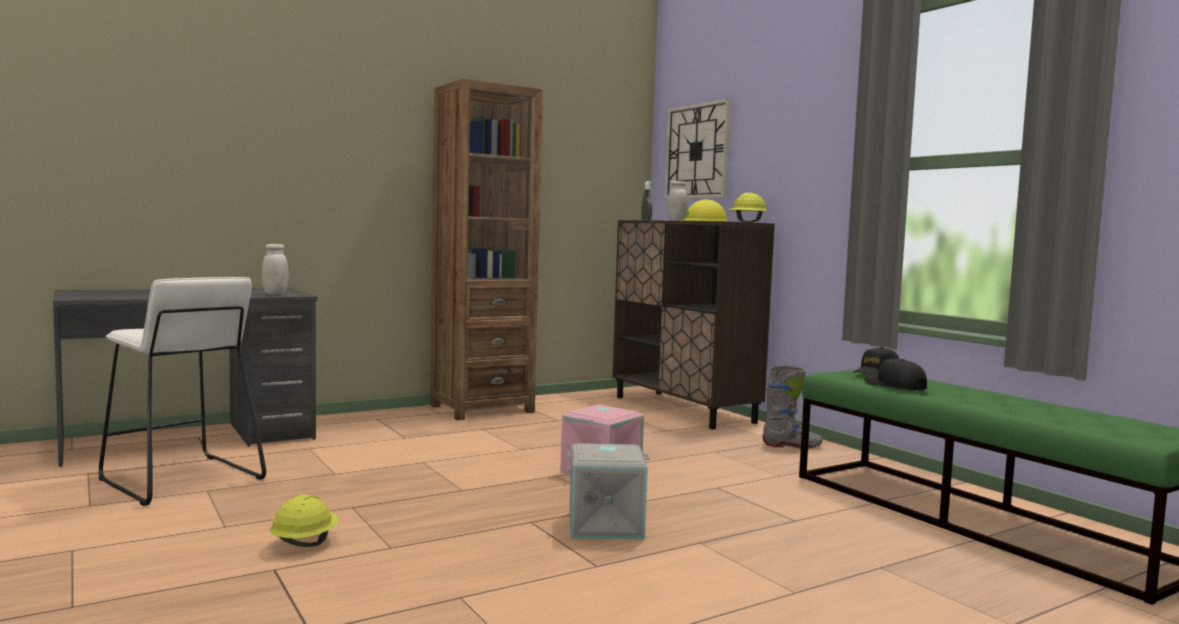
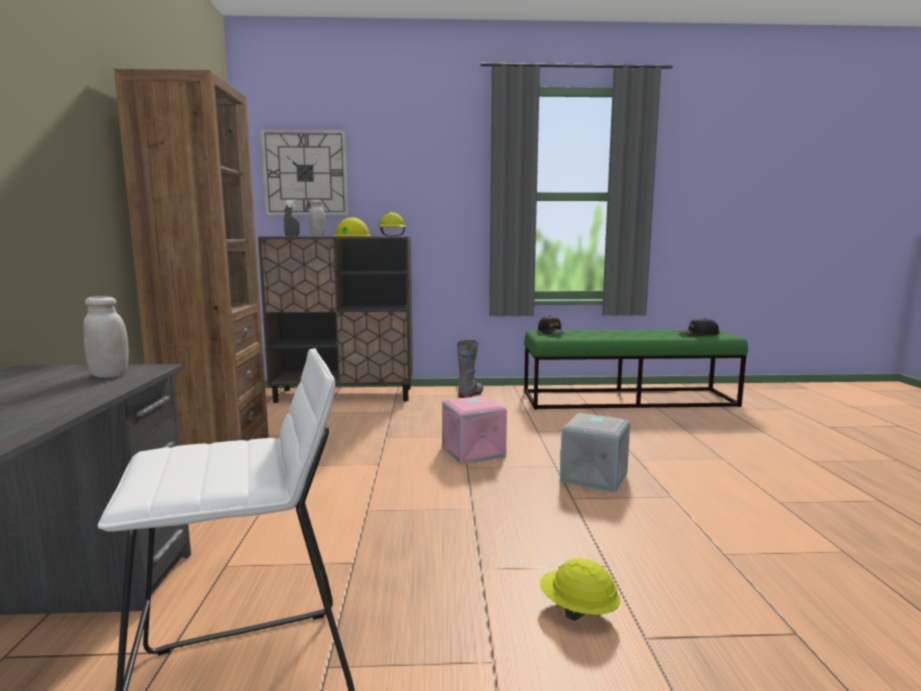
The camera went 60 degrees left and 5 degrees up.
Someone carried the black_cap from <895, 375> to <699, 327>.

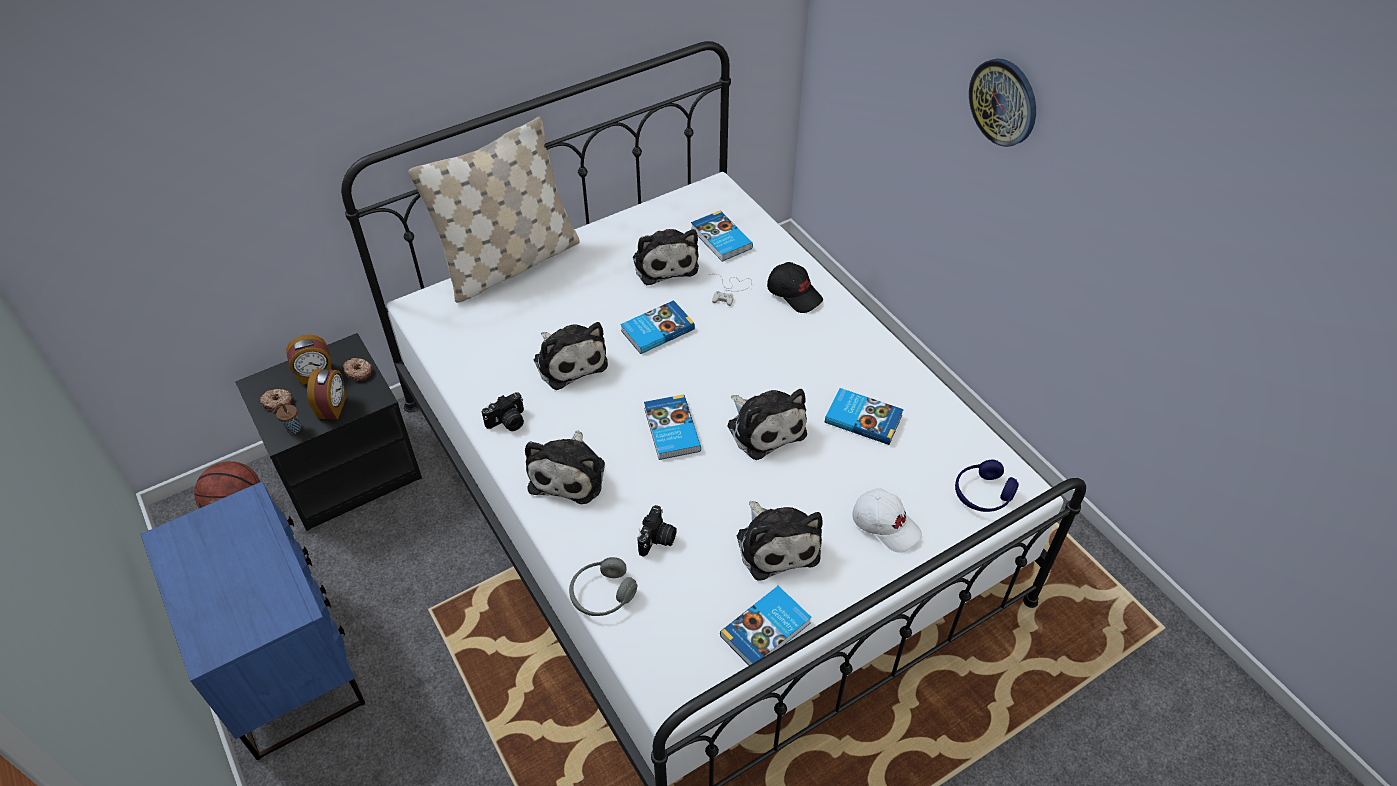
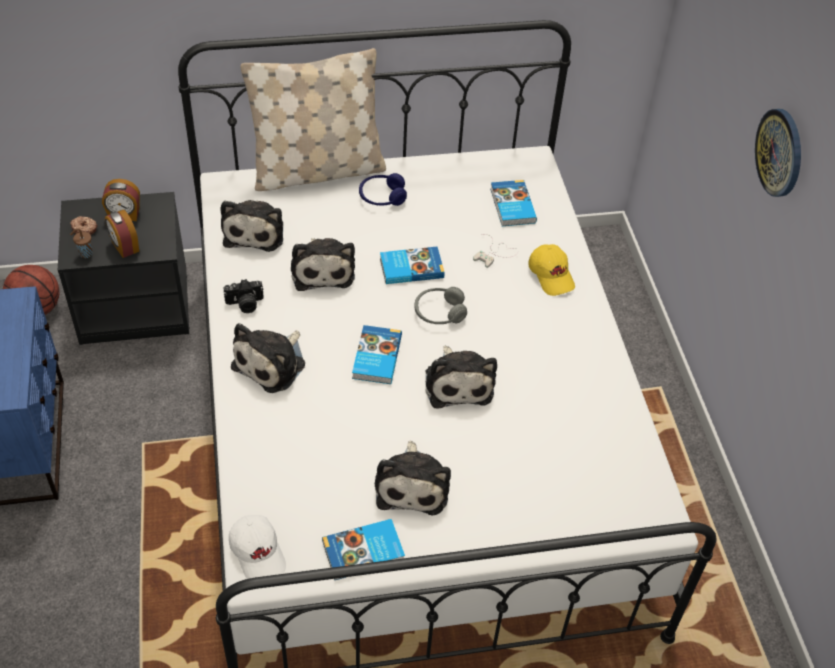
The camera went 20 degrees right and 0 degrees up.
Someone took away the donut at <358, 369>.
Someone took away the photo_camera at <657, 531>.
Someone took away the book at <864, 416>.
Someone carried the grey_headphones from <603, 586> to <440, 305>.
Someone carried the plush_toy from <666, 257> to <251, 226>.
Someone carried the white_cap from <887, 520> to <257, 547>.
Someone carried the blue_headphones from <987, 486> to <383, 189>.
Someone repainted the black_cap at <795, 287>, which became the yellow_cap at <551, 270>.
Someone rotated the alarm_clock at <327, 394> by 120 degrees clockwise.

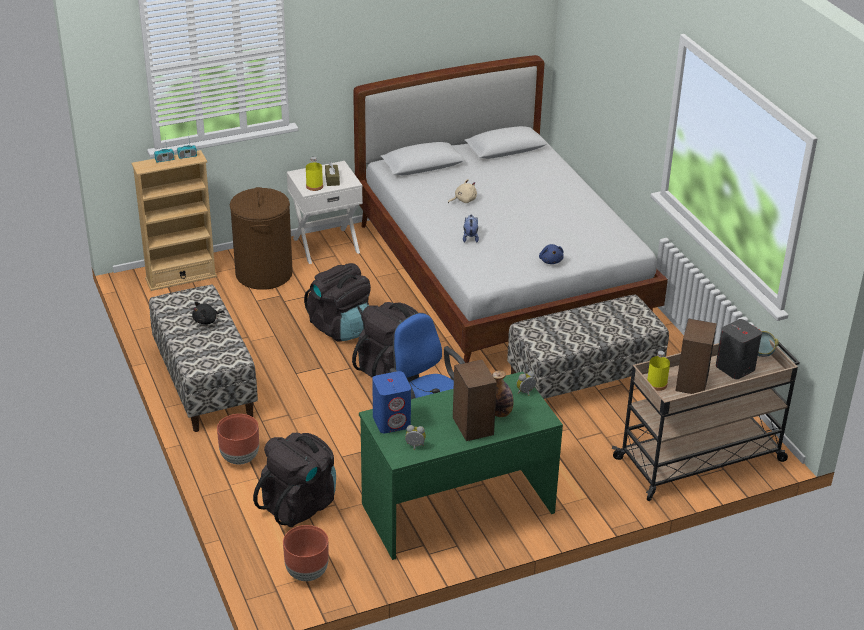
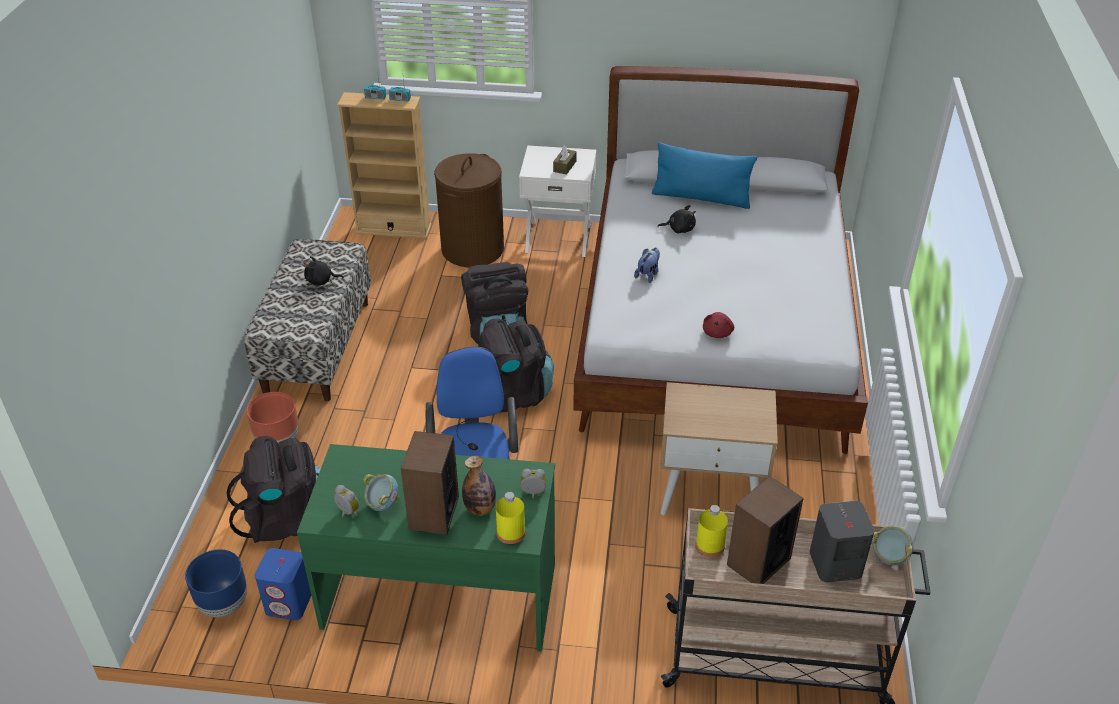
The camera went 30 degrees right and 5 degrees up.
Someone put down the bowl at <381, 492>.
Someone put down the blue_pillow at <704, 175>.
Someone carried the yellow_bottle from <314, 174> to <511, 518>.
Someone carried the blue_speaker from <391, 402> to <283, 584>.
Someone swapped the bench at <588, 347> for the beige_nightstand at <719, 448>.
Someone repainted the brown_planter at <306, 553>, which became the blue_planter at <216, 583>.
Someone repainted the beige_plush_toy at <462, 191>, which became the black_plush_toy at <676, 219>.
Someone repainted the blue_plush_toy at <551, 254>, which became the red_plush_toy at <718, 325>.

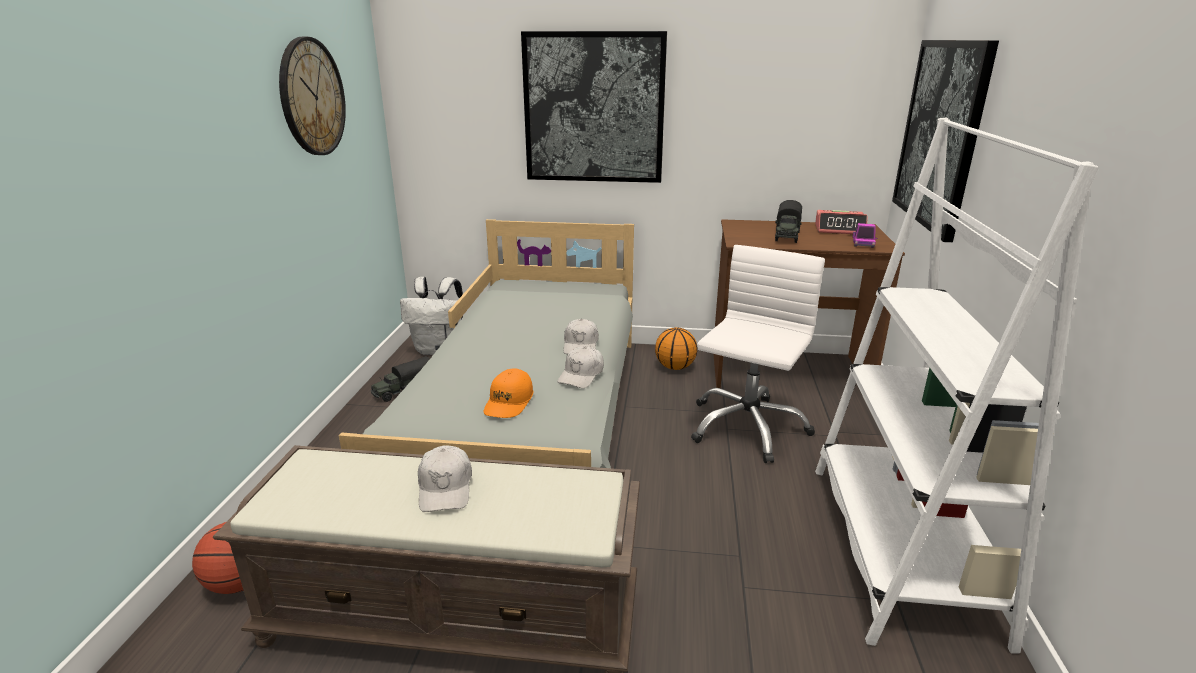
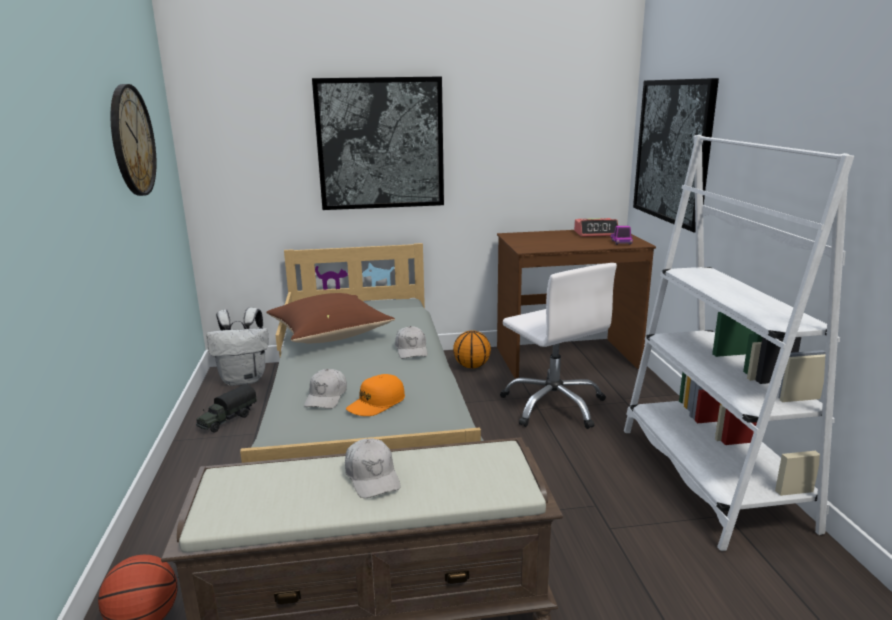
The camera went 15 degrees left and 5 degrees down.
Someone took away the toy_truck at <788, 221>.
Someone put down the brown_pillow at <330, 318>.
Someone carried the white_cap from <580, 367> to <325, 389>.
Someone rotated the orange_cap at <508, 393> by 45 degrees clockwise.
Someone rotated the white_office_chair at <758, 354> by 135 degrees clockwise.

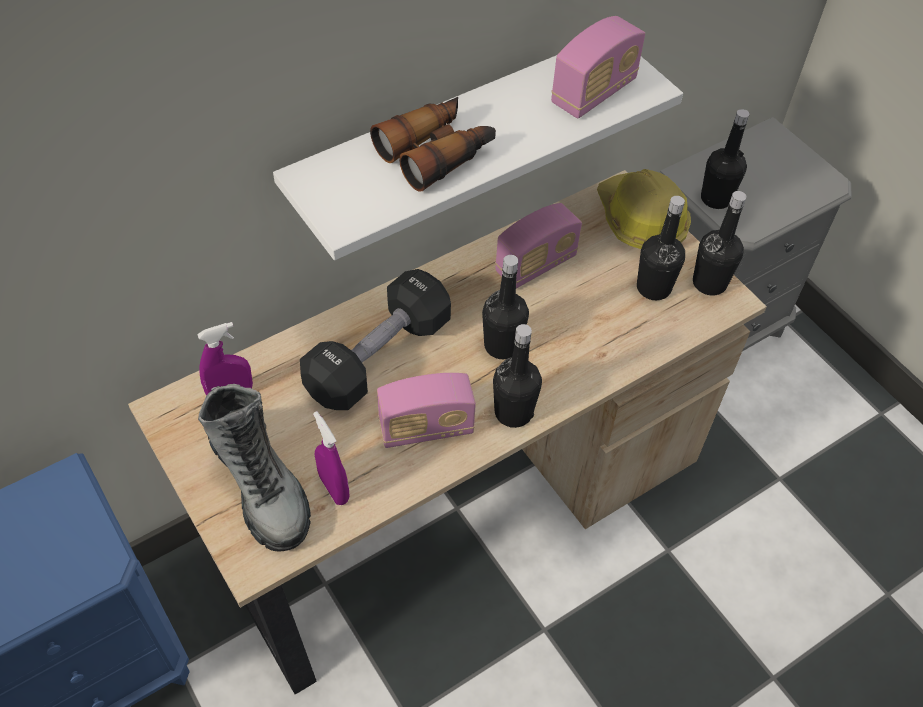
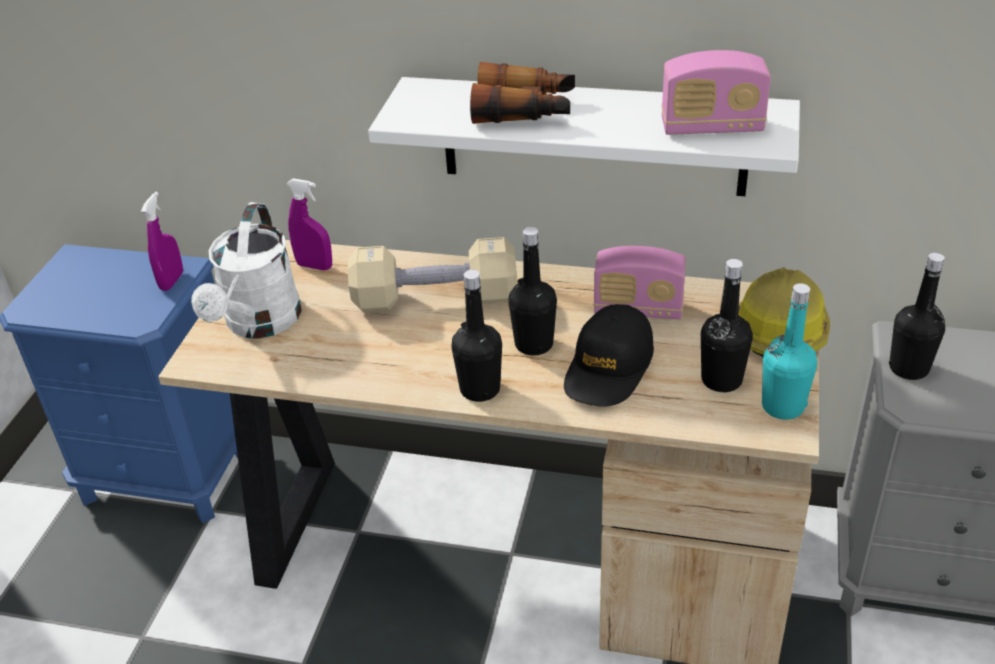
The camera went 50 degrees right and 15 degrees down.
Someone took away the radio at <426, 410>.
Someone put down the black_cap at <609, 355>.
Someone carried the purple_spray_bottle from <331, 458> to <162, 241>.
Someone swapped the boot at <254, 468> for the white_watering_can at <246, 270>.
Someone repainted the black_dumbbell at <375, 339>, which became the beige_dumbbell at <432, 274>.
Someone repainted the black_bottle at <719, 243>, which became the turquoise_bottle at <789, 351>.

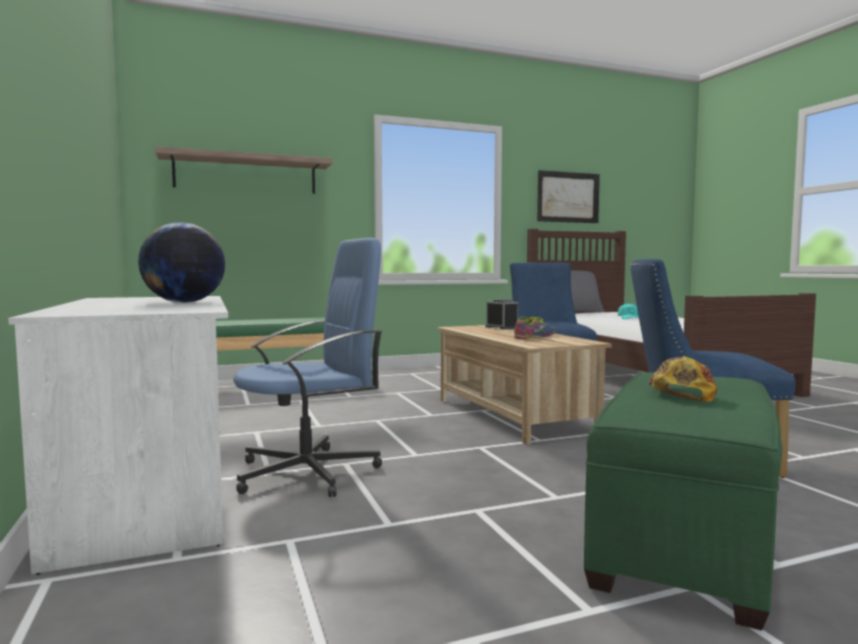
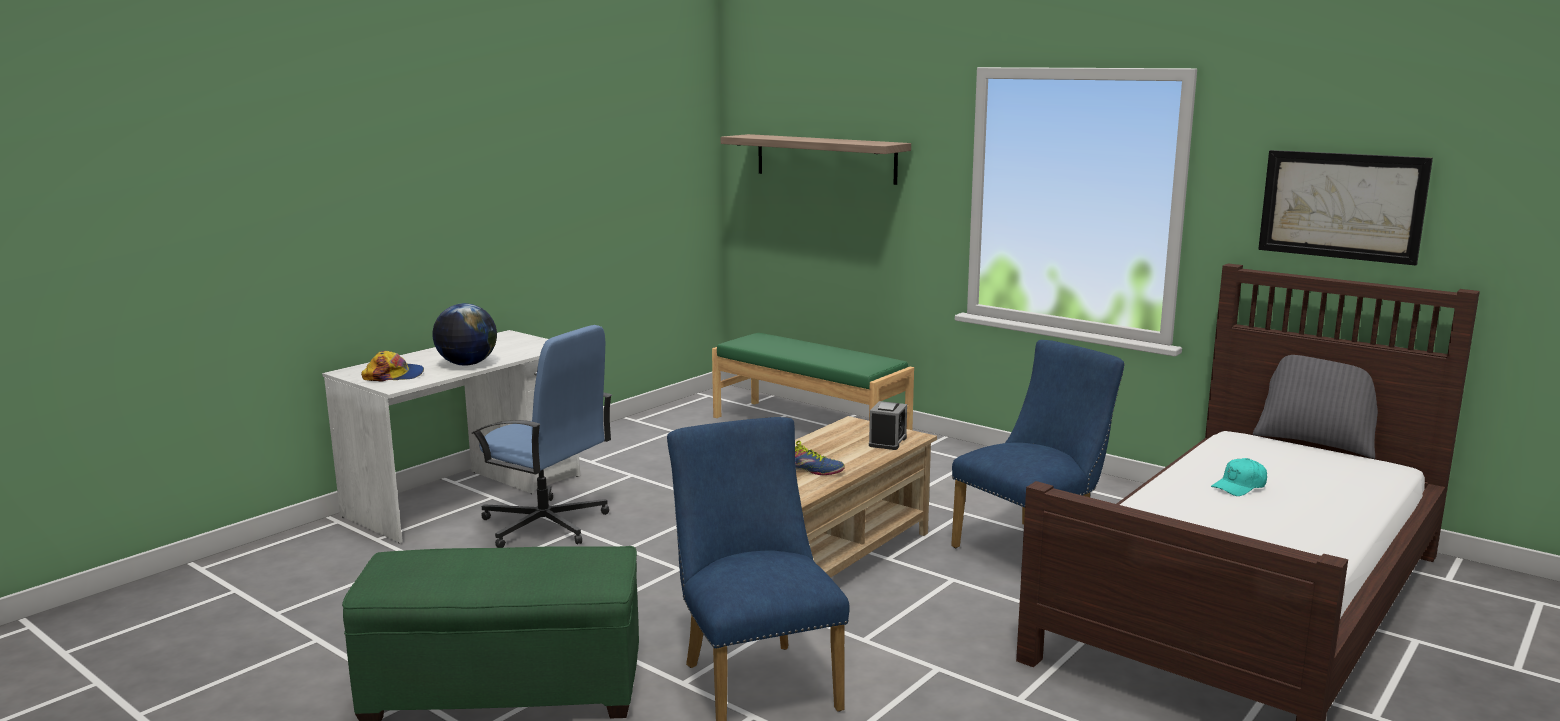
The camera went 60 degrees right and 10 degrees up.
Someone carried the cap from <683, 379> to <392, 366>.

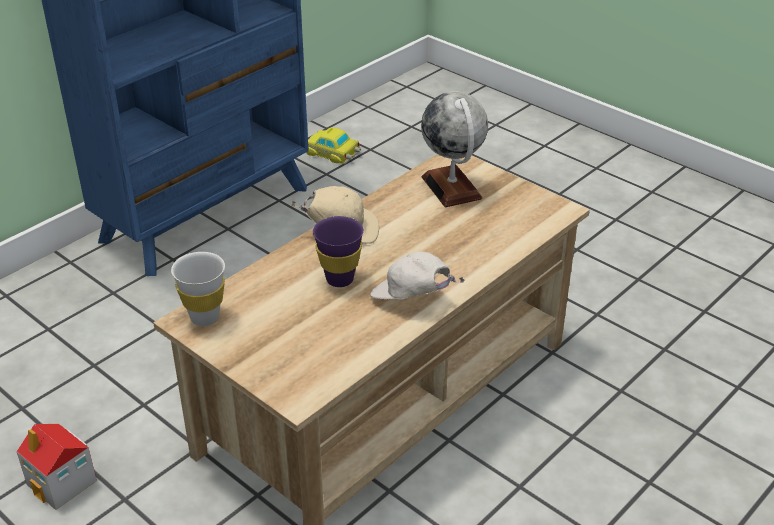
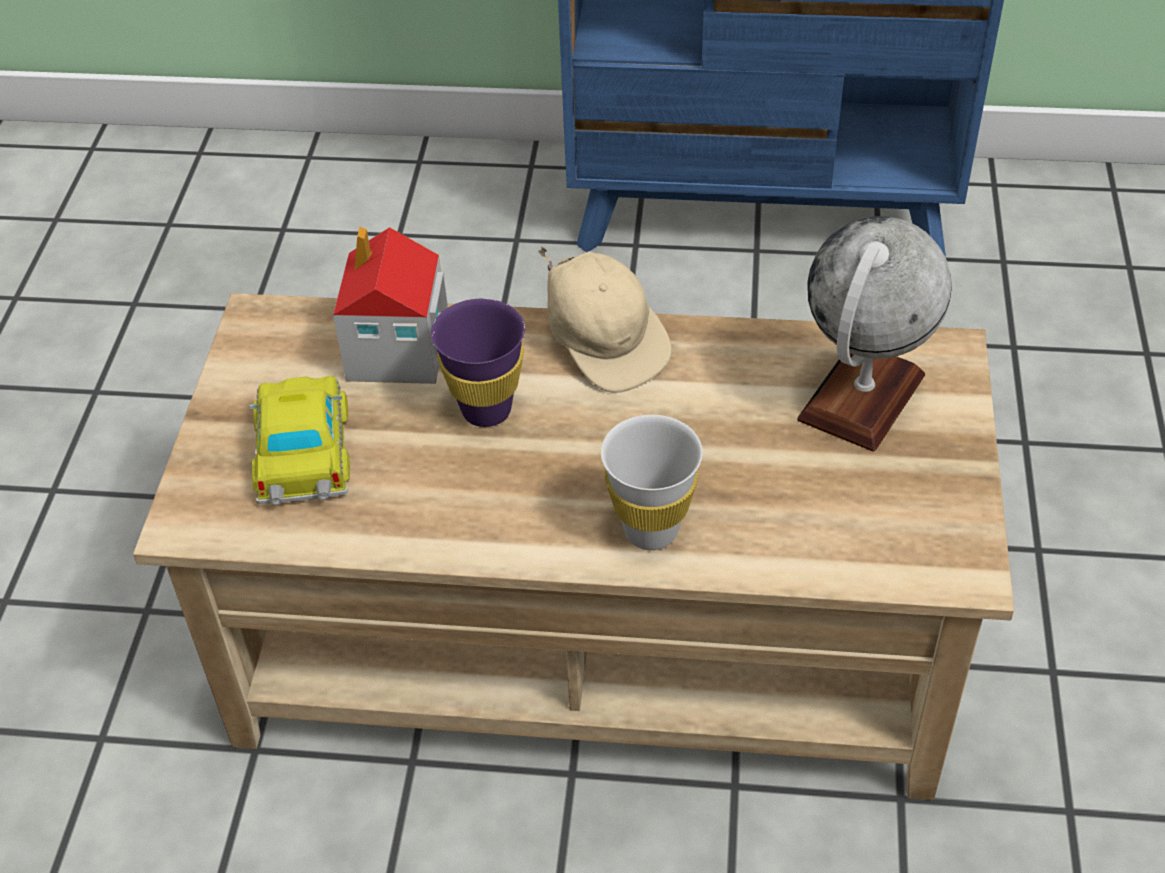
The camera went 55 degrees right and 10 degrees up.
Someone took away the white_cap at <417, 275>.
Someone carried the toy_house from <56, 467> to <390, 305>.
Someone carried the white_cup from <198, 289> to <652, 482>.
Someone carried the toy_car from <333, 145> to <299, 440>.

